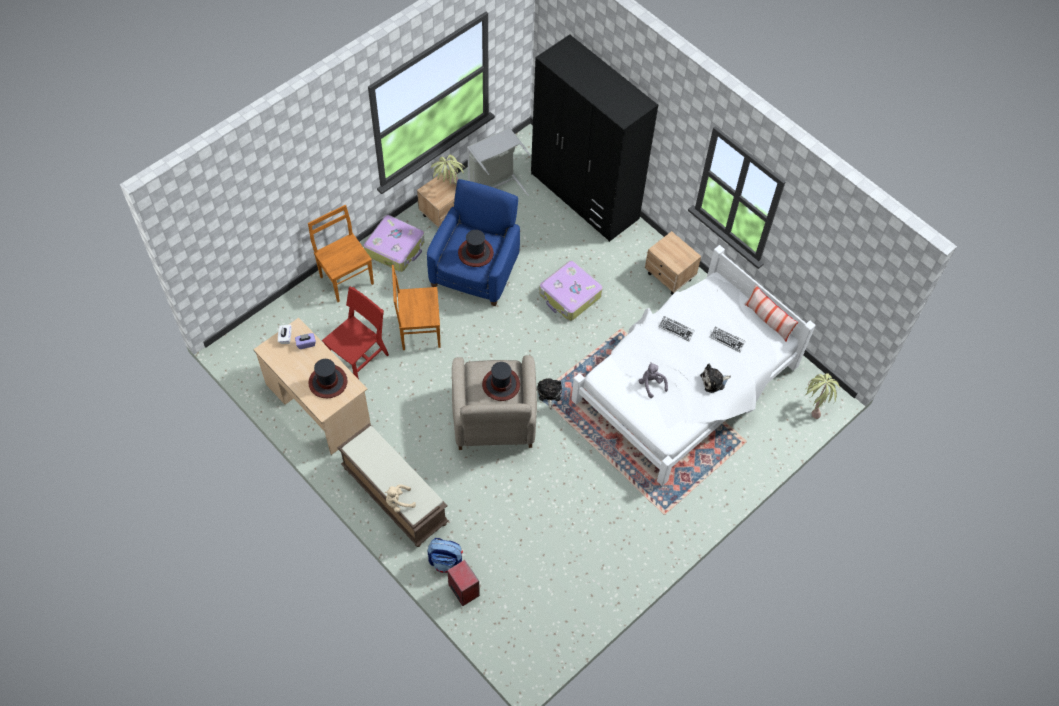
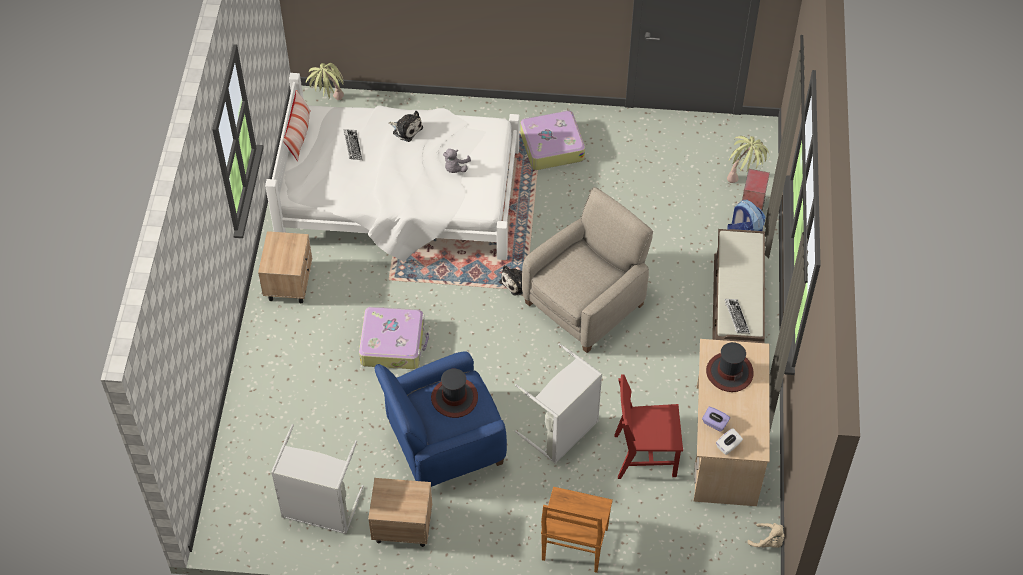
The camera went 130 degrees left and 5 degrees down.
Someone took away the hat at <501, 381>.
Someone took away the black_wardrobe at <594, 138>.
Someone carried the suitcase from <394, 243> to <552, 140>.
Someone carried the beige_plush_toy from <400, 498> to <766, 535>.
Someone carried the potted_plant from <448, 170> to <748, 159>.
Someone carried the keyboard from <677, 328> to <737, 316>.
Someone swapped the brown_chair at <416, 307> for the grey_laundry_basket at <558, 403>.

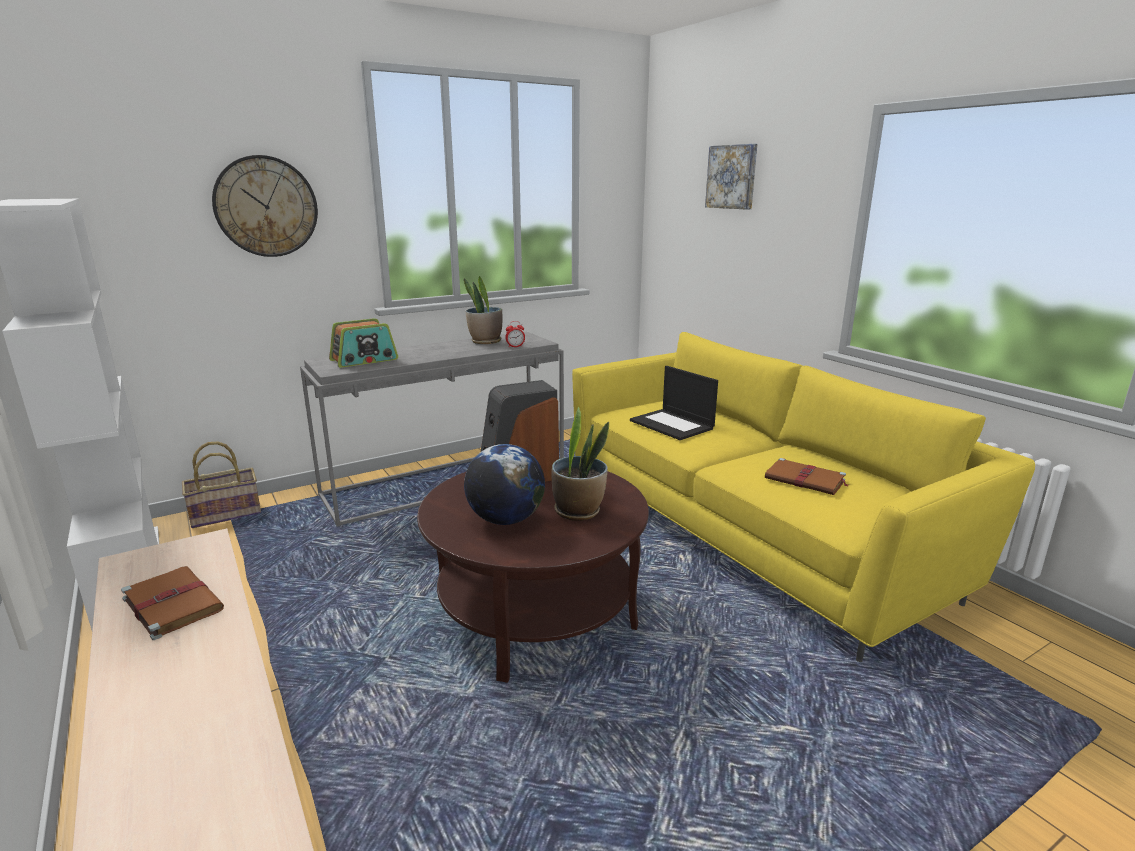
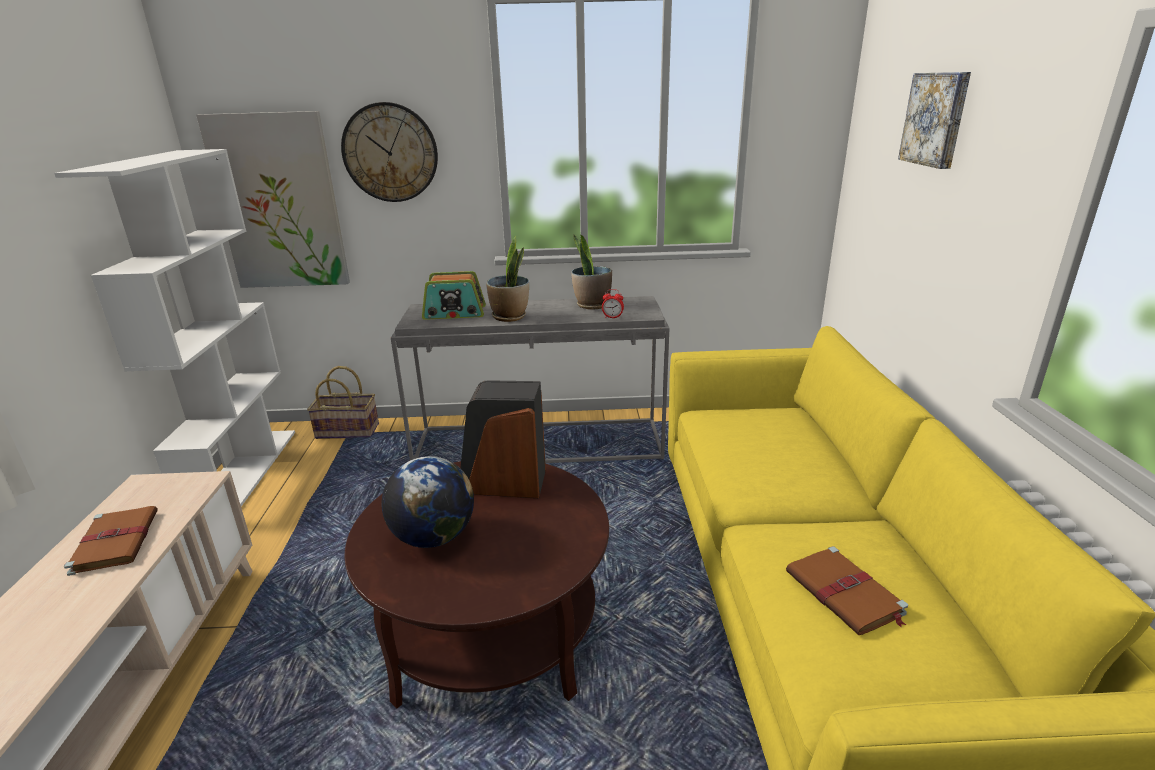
The camera went 30 degrees right and 5 degrees up.
Someone took away the laptop at <674, 403>.
Someone put up the picture at <273, 199>.
Someone carried the potted_plant from <580, 463> to <507, 279>.

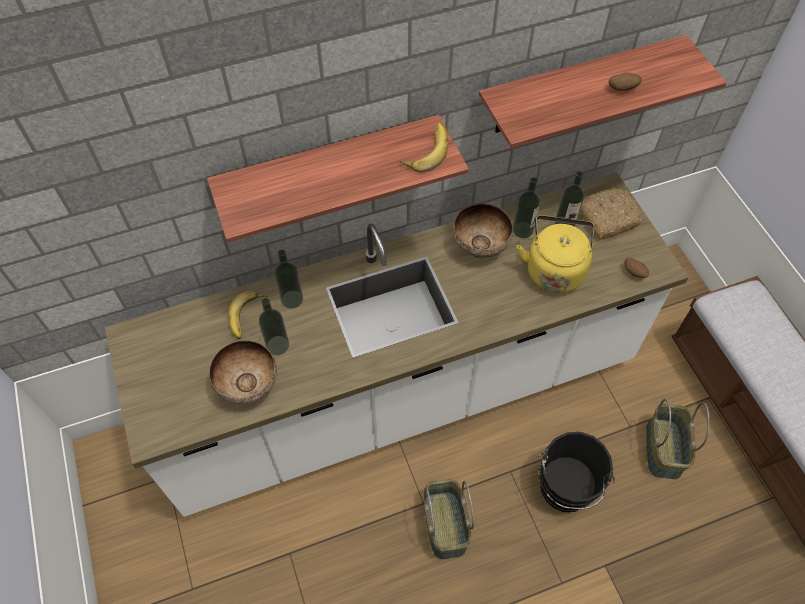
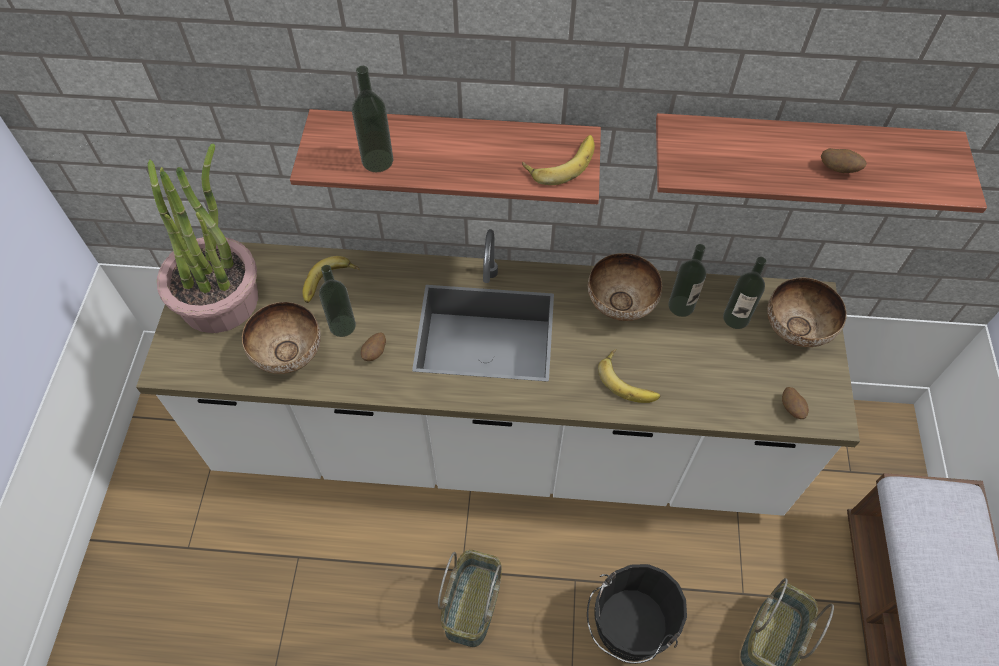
The camera went 25 degrees right and 0 degrees up.
Someone took away the yellow_kettle at <556, 254>.
Someone put down the potted_plant at <203, 238>.
Someone put down the potato at <373, 346>.
Someone put down the banana at <629, 376>.
Someone carried the bottle from <289, 279> to <372, 119>.
Someone swapped the bread at <611, 213> for the bowl at <807, 312>.

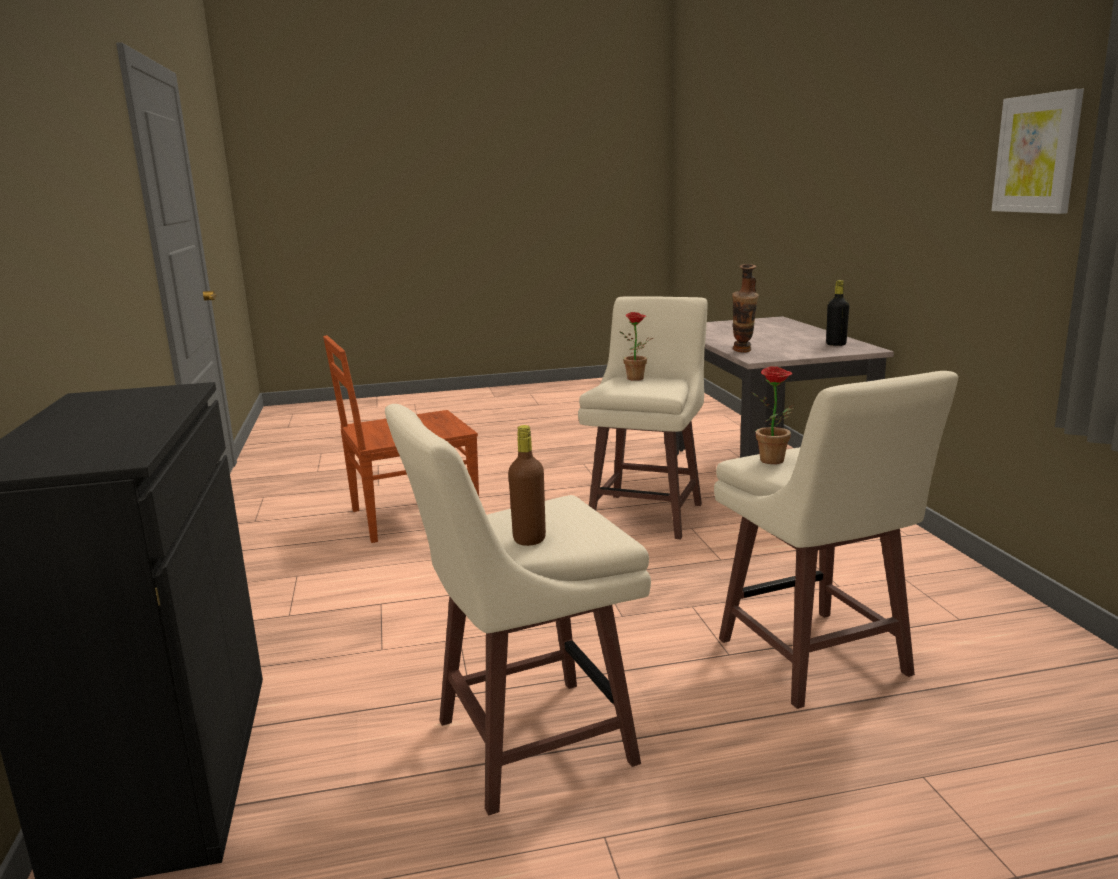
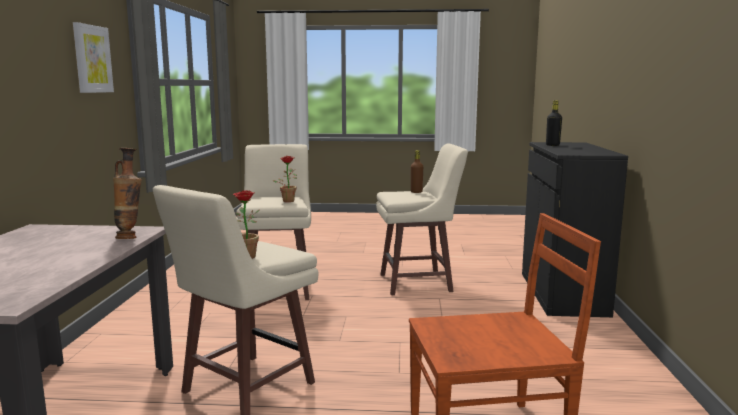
The camera went 165 degrees left and 5 degrees down.
Someone carried the black_bottle from <837, 313> to <554, 123>.

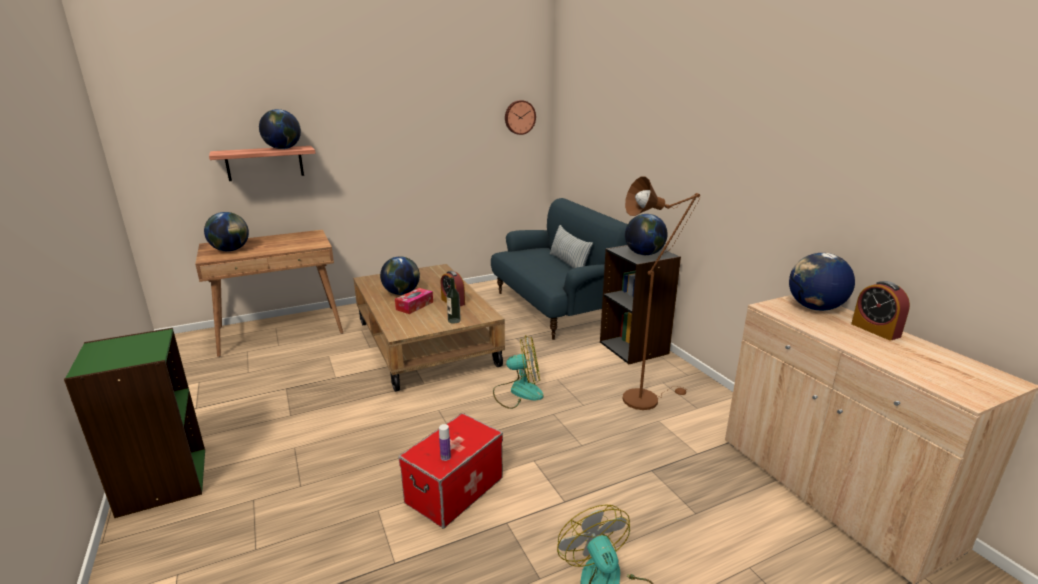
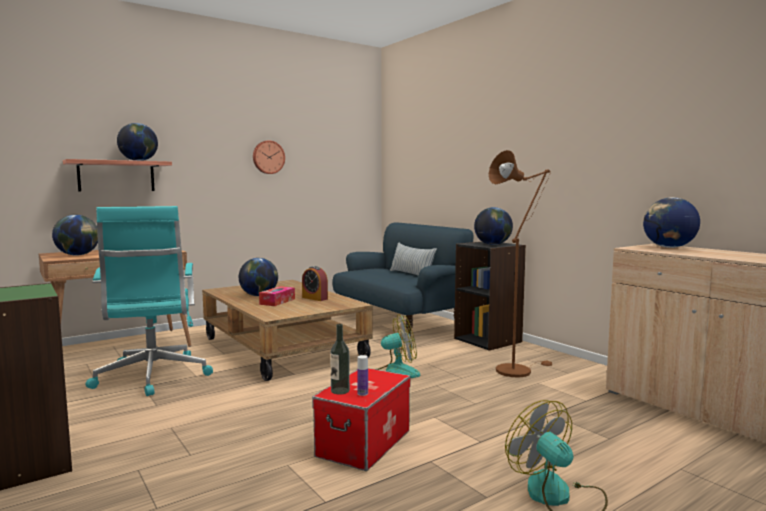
The camera went 10 degrees left and 15 degrees down.
Someone took away the alarm_clock at <880, 311>.
Someone put down the turquoise_office_chair at <149, 301>.
Someone carried the bottle from <454, 300> to <340, 359>.
Someone carried the wall_clock from <520, 117> to <269, 157>.

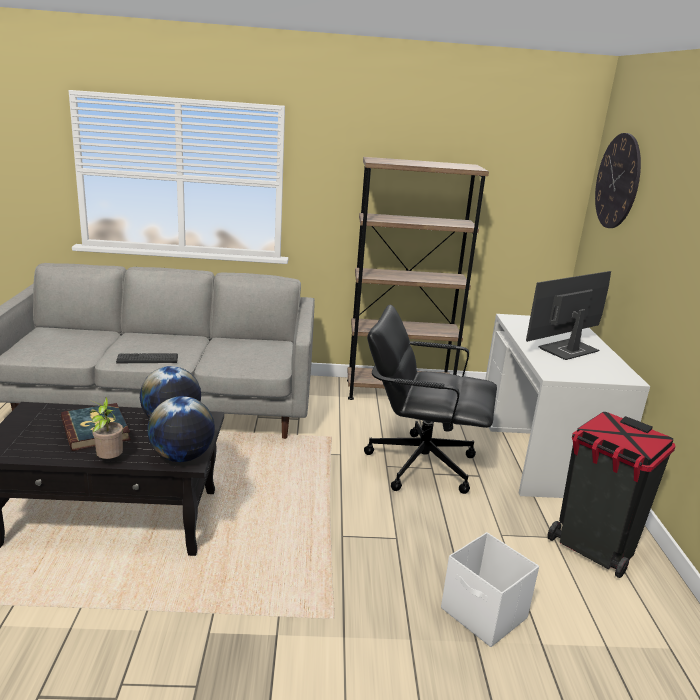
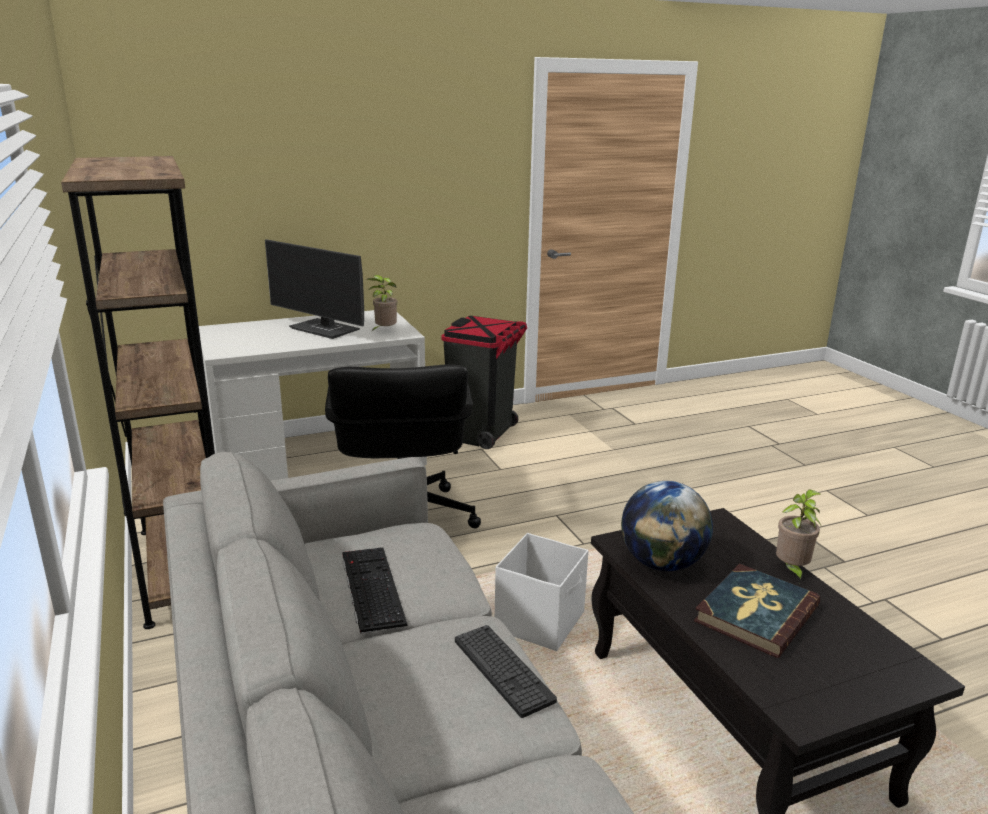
The camera went 110 degrees left and 0 degrees up.
Someone took away the globe at <181, 429>.
Someone took away the wall_clock at <618, 180>.
Someone put down the keyboard at <374, 591>.
Someone put down the potted_plant at <382, 303>.
Someone carried the white_storage_box from <490, 589> to <541, 592>.

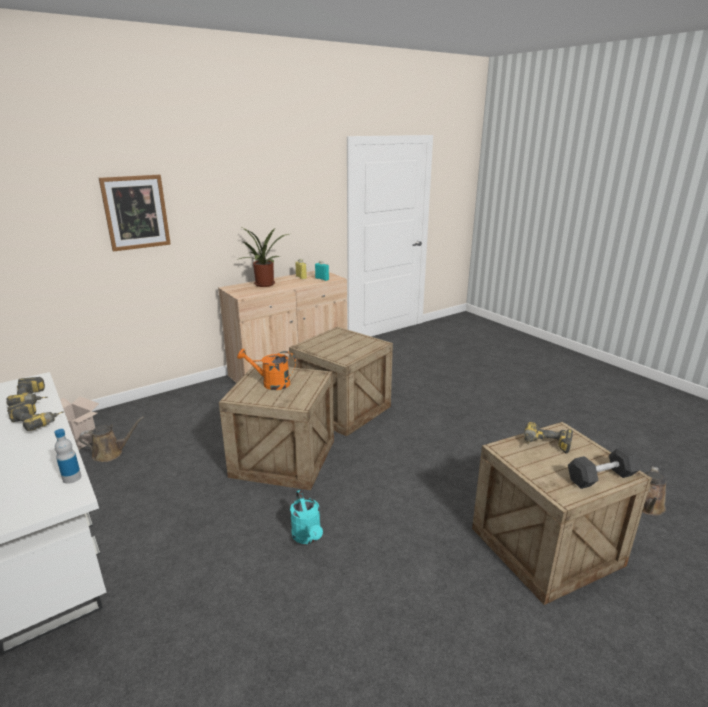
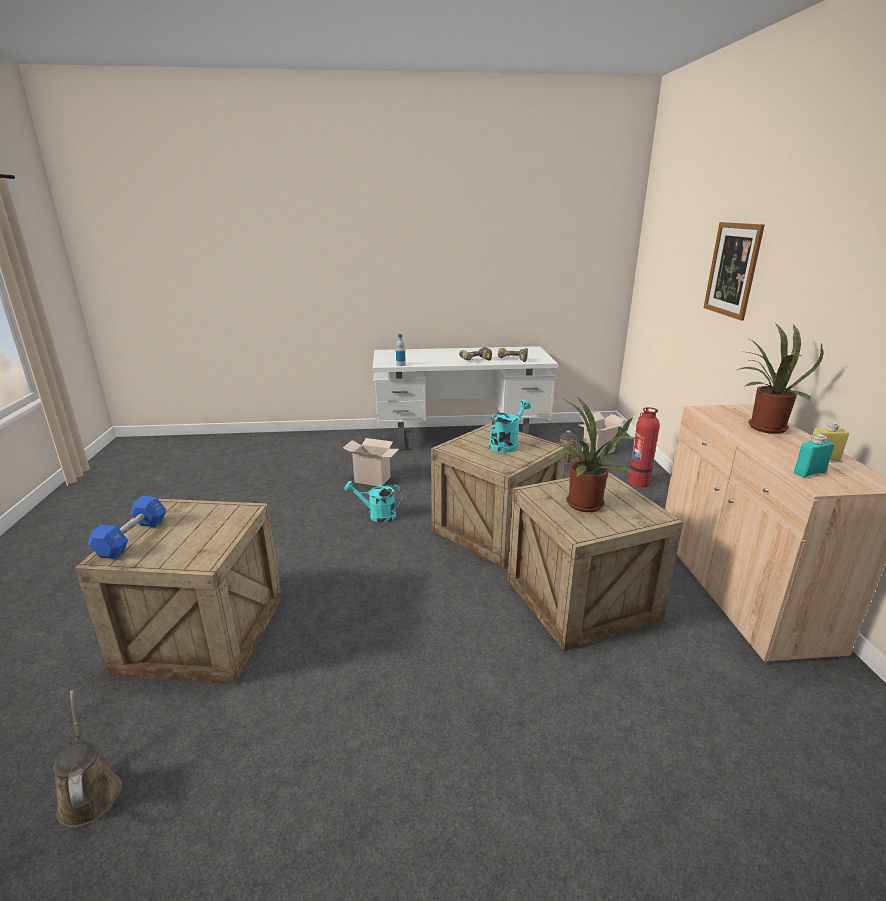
The camera went 120 degrees right and 0 degrees up.
Someone took away the power_drill at <548, 438>.
Someone put down the cardboard_box at <371, 462>.
Someone put down the potted_plant at <591, 454>.
Someone put down the fire_extinguisher at <644, 447>.
Someone repainted the orange_watering_can at <266, 369>, which became the turquoise_watering_can at <510, 426>.
Someone repainted the black_dumbbell at <604, 467>, which became the blue_dumbbell at <127, 527>.

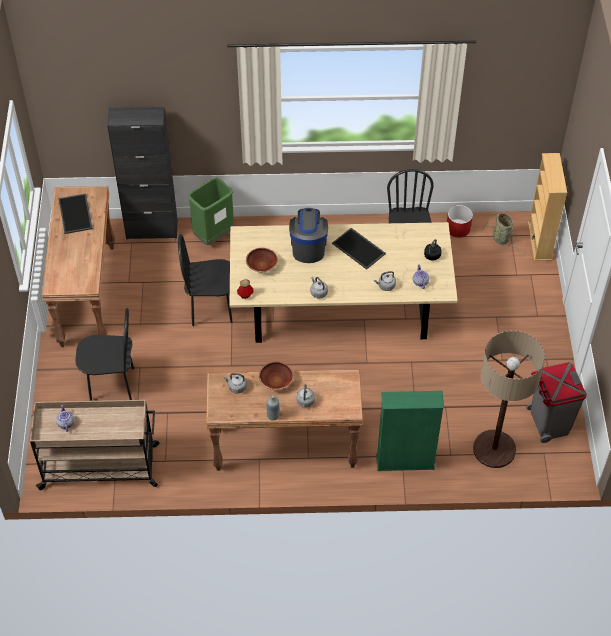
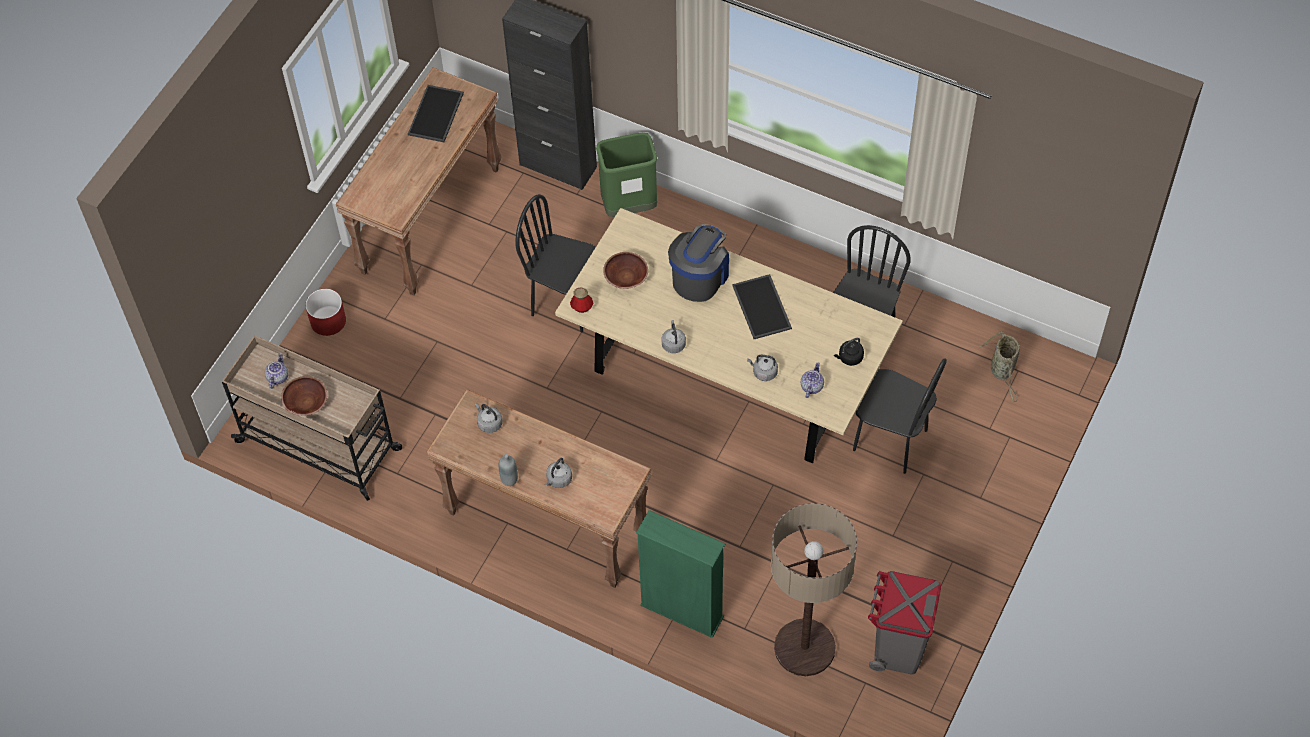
The camera went 30 degrees right and 5 degrees up.
Someone took away the beige_bookcase at <547, 207>.
Someone carried the black_chair from <104, 354> to <900, 416>.
Someone carried the brown_bowl from <276, 375> to <304, 396>.
Someone carried the red_planter from <460, 221> to <325, 312>.

